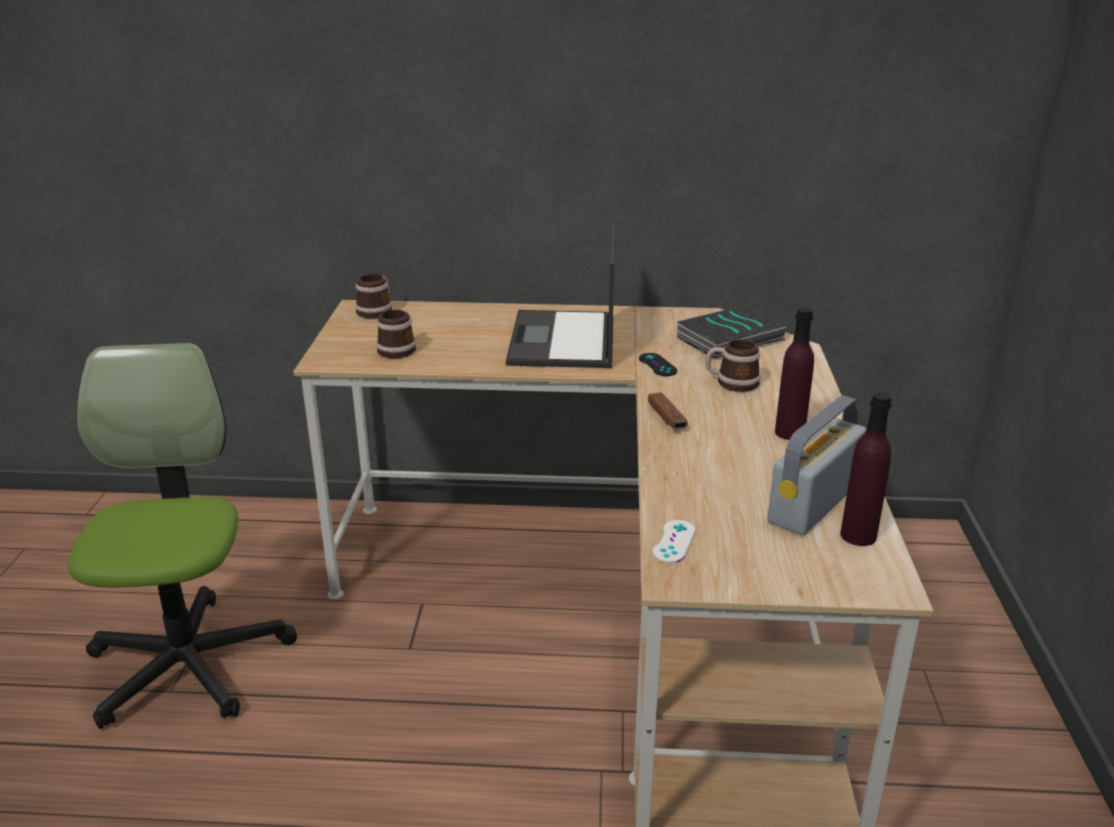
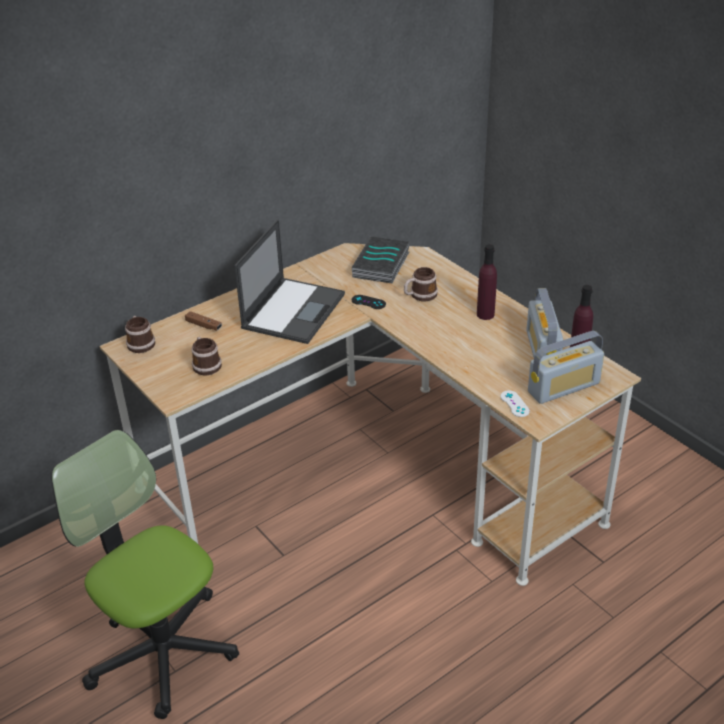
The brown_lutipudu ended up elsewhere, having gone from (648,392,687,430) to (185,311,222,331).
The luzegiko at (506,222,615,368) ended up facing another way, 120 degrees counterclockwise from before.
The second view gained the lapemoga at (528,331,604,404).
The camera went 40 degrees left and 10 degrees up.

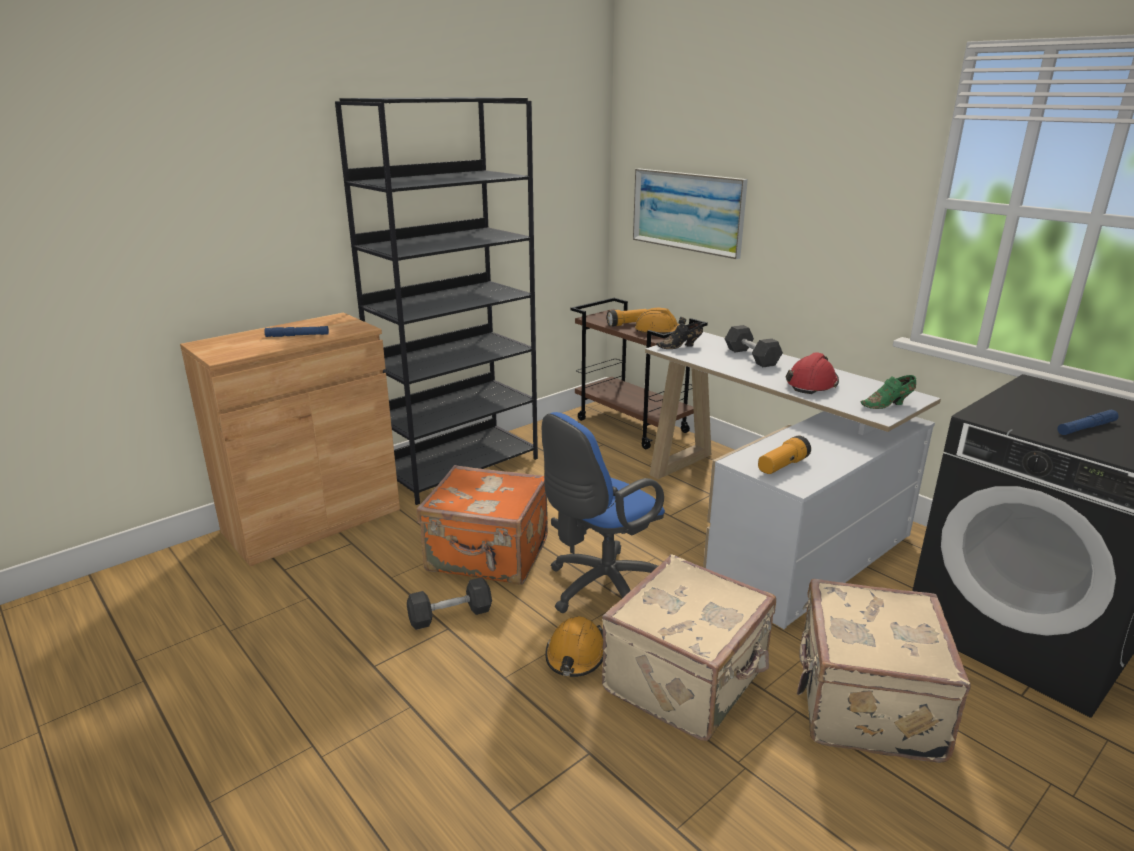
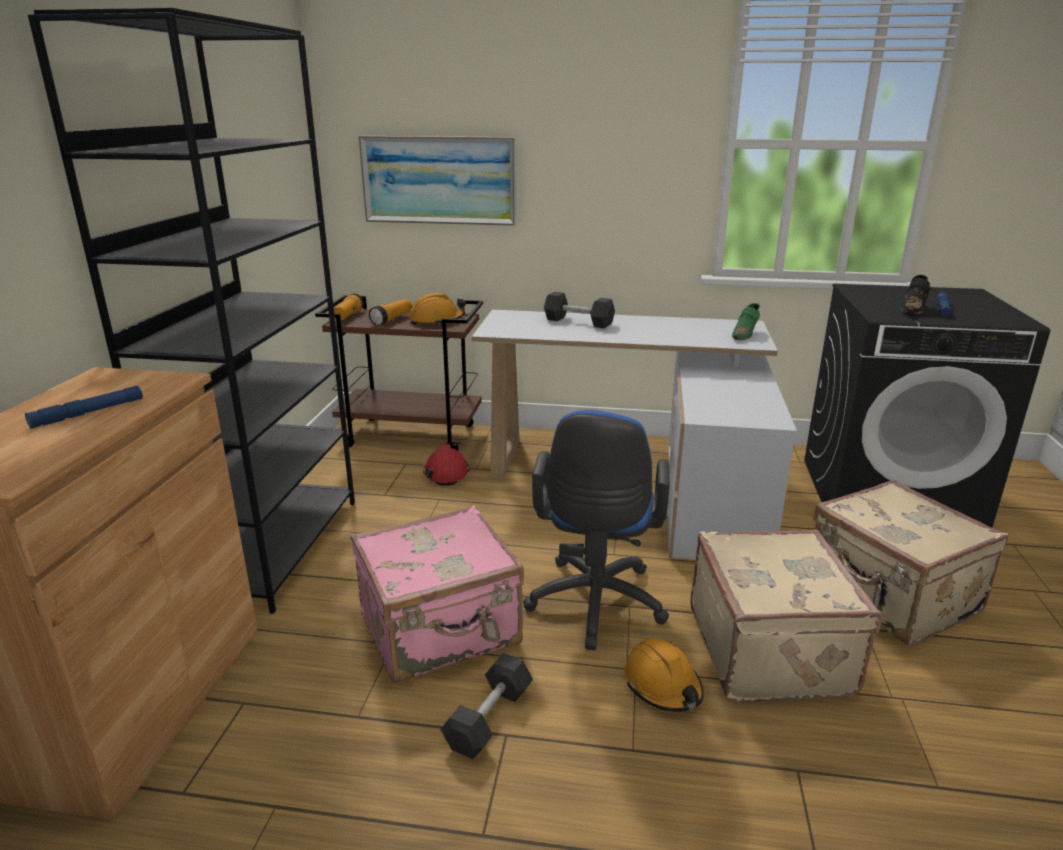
The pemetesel ended up elsewhere, having gone from (758,436,811,474) to (334,293,364,321).
What was the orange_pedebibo at (417,465,548,585) turned into the pink_pedebibo at (351,505,524,683).
The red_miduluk ended up elsewhere, having gone from (786,352,839,394) to (423,443,470,486).
The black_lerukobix ended up elsewhere, having gone from (656,322,703,349) to (901,275,931,315).
The camera went 40 degrees left and 0 degrees up.

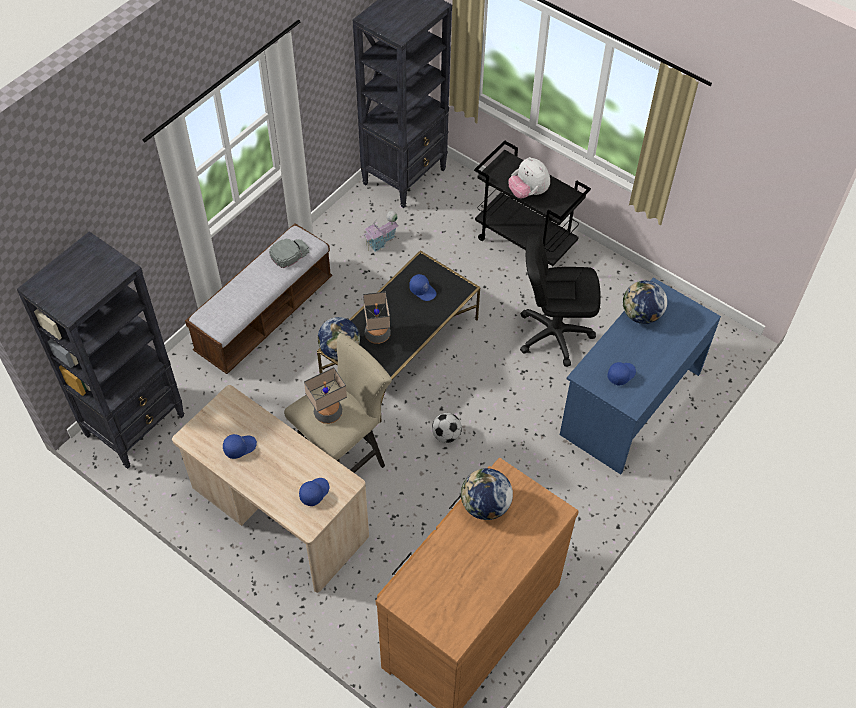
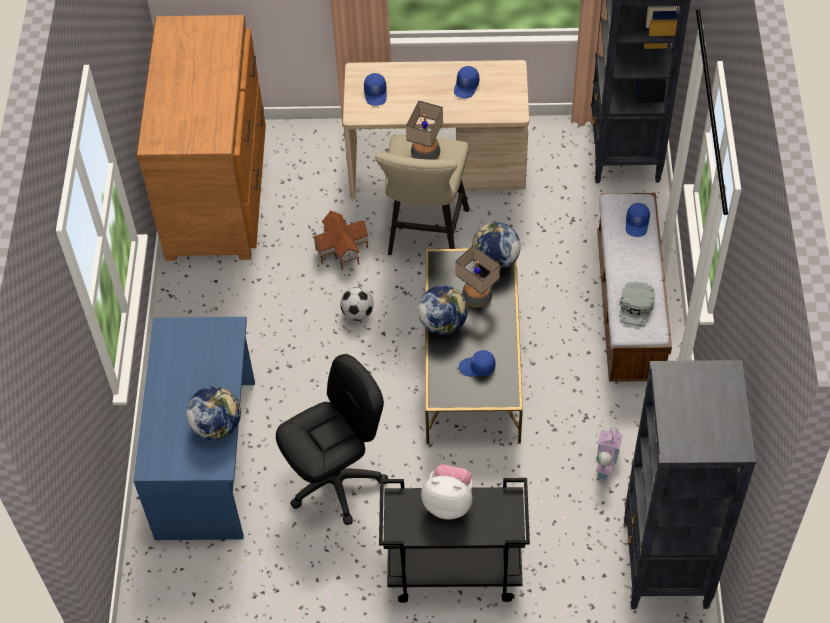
The second view gained the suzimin at (312,211,369,270).
The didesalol ended up elsewhere, having gone from (461,468,513,520) to (418,285,468,335).
The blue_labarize ended up elsewhere, having gone from (607,362,636,385) to (626,203,650,237).
The camera went 145 degrees right and 0 degrees up.

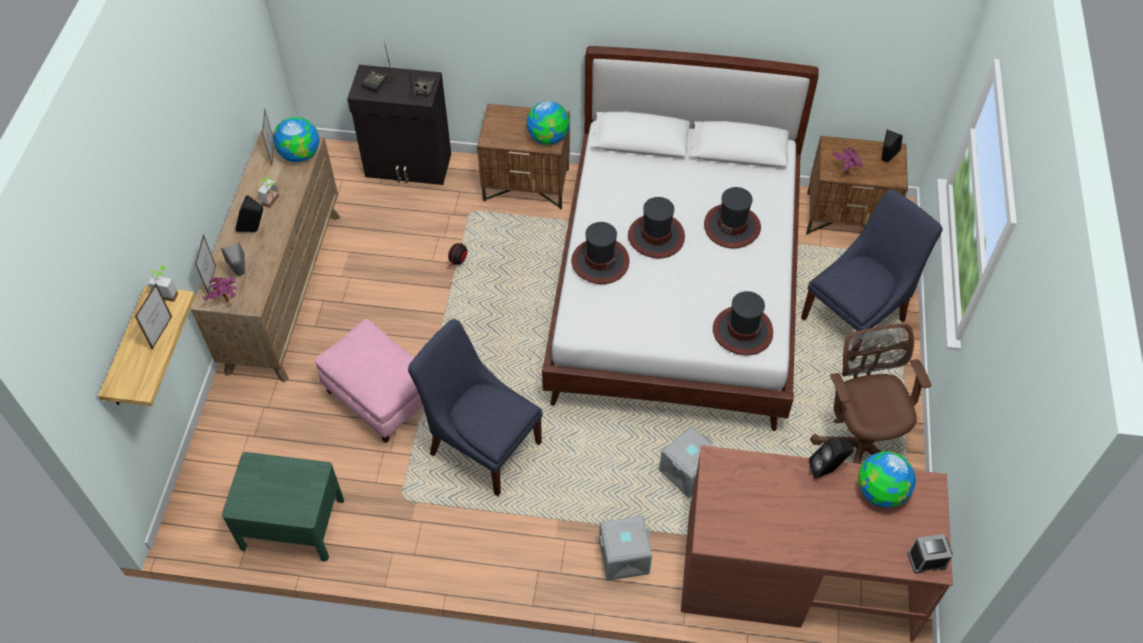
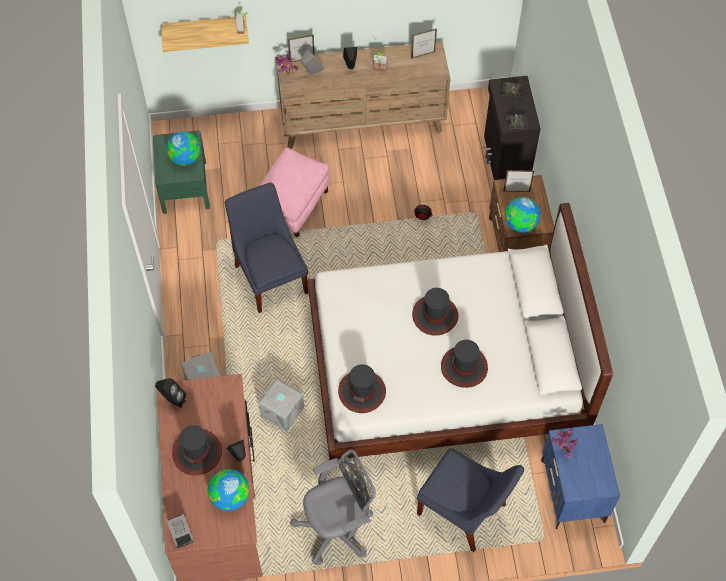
The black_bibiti ended up elsewhere, having gone from (881,129,903,162) to (155,378,186,408).
The didesalol ended up elsewhere, having gone from (273,117,319,162) to (166,131,201,166).
The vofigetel ended up elsewhere, having gone from (571,222,630,284) to (172,425,222,476).
The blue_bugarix at (408,319,542,496) ended up facing another way, 45 degrees counterclockwise from before.
What was the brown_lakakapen at (810,324,932,464) turned into the grey_lakakapen at (290,449,376,565).
The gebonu ended up elsewhere, having gone from (135,283,172,349) to (503,170,534,192).
What was the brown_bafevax at (806,136,908,235) turned into the blue_bafevax at (541,424,620,529).
The camera went 75 degrees right and 5 degrees up.

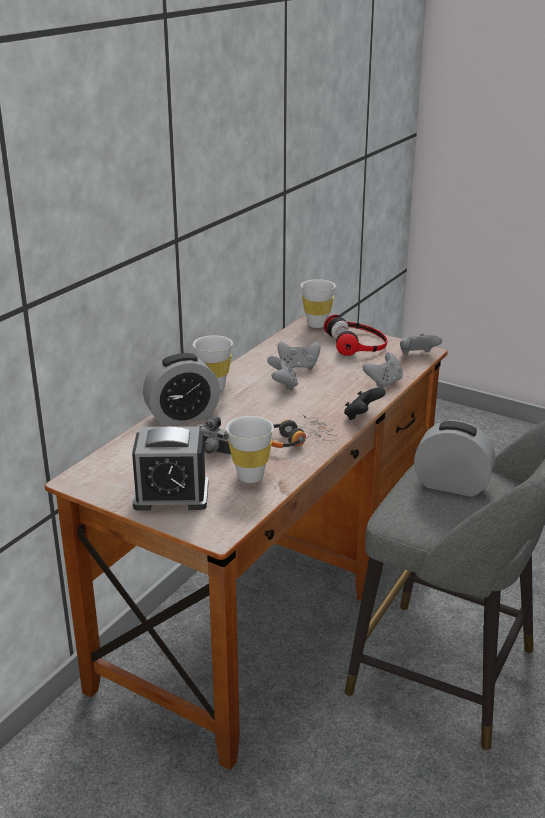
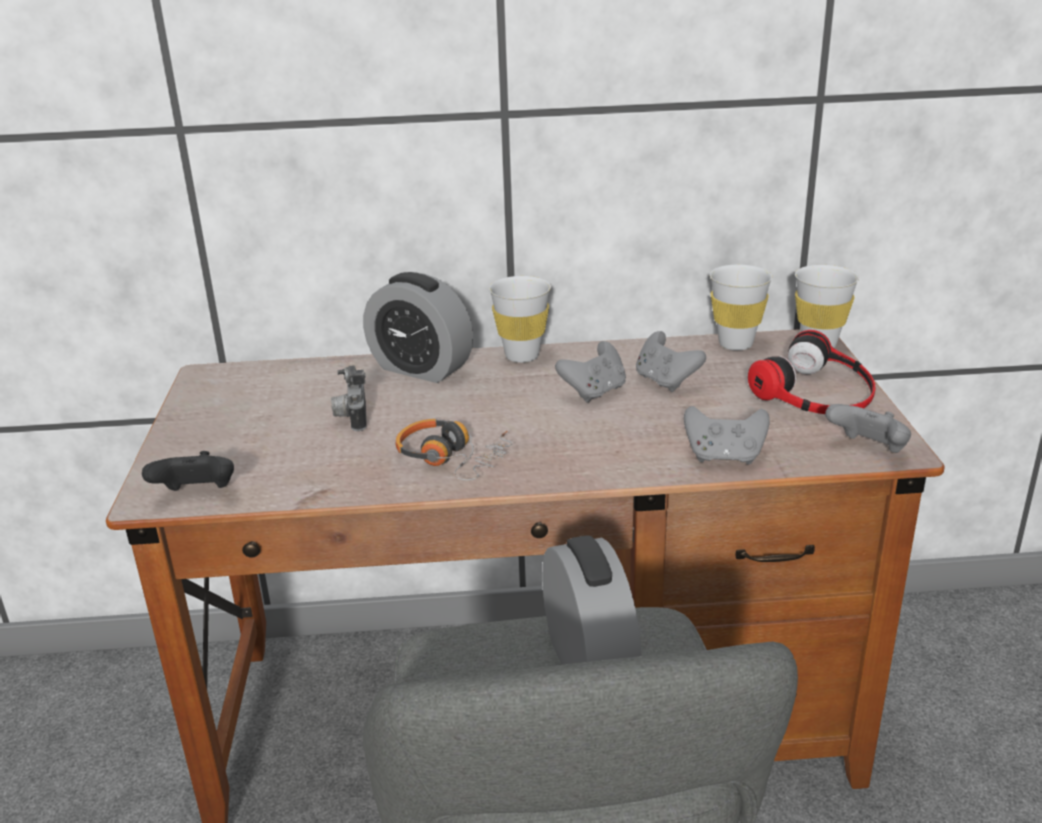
The black_lutipudu ended up elsewhere, having gone from (344,387,386,420) to (142,451,234,491).
The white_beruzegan ended up elsewhere, having gone from (226,416,274,483) to (710,265,772,351).
The second view lost the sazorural at (132,426,208,511).
The camera went 55 degrees right and 0 degrees up.

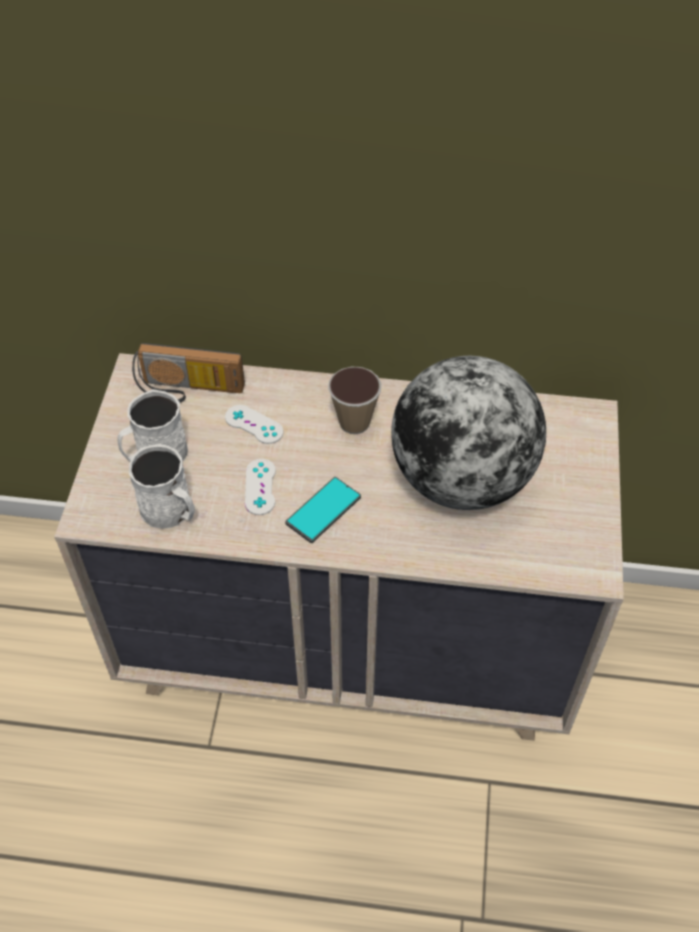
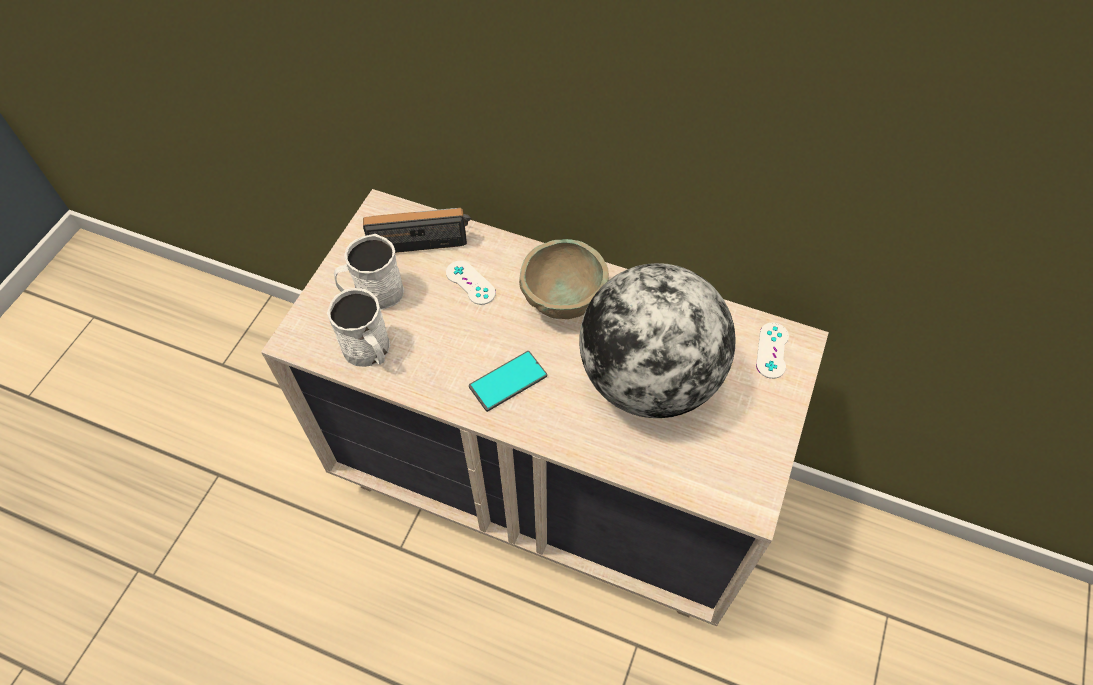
The lapemoga at (132,343,245,403) ended up facing another way, 150 degrees clockwise from before.
Where the beruzegan stood at (328,367,381,434), the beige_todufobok came to stand at (519,239,609,319).
The white_lutipudu ended up elsewhere, having gone from (245,459,276,515) to (756,322,789,379).
The camera went 15 degrees right and 5 degrees up.

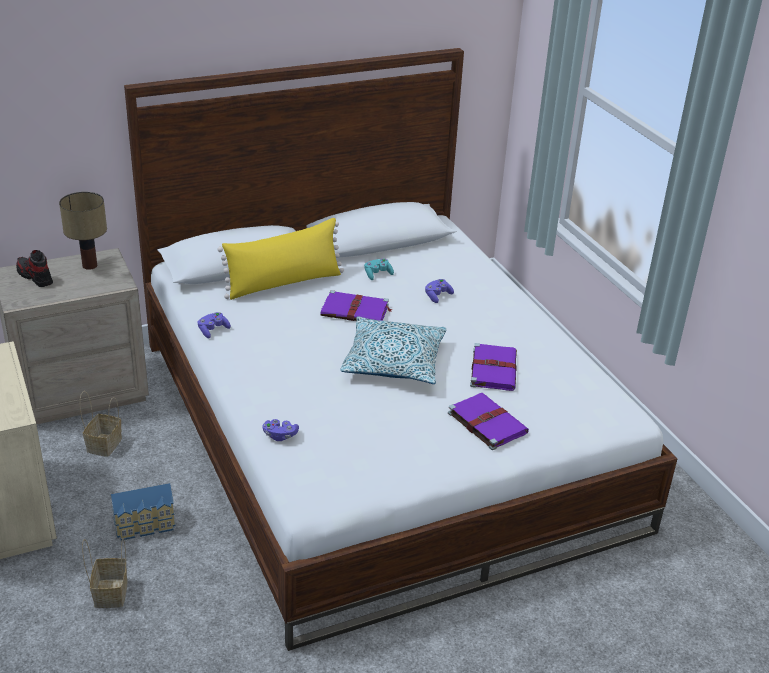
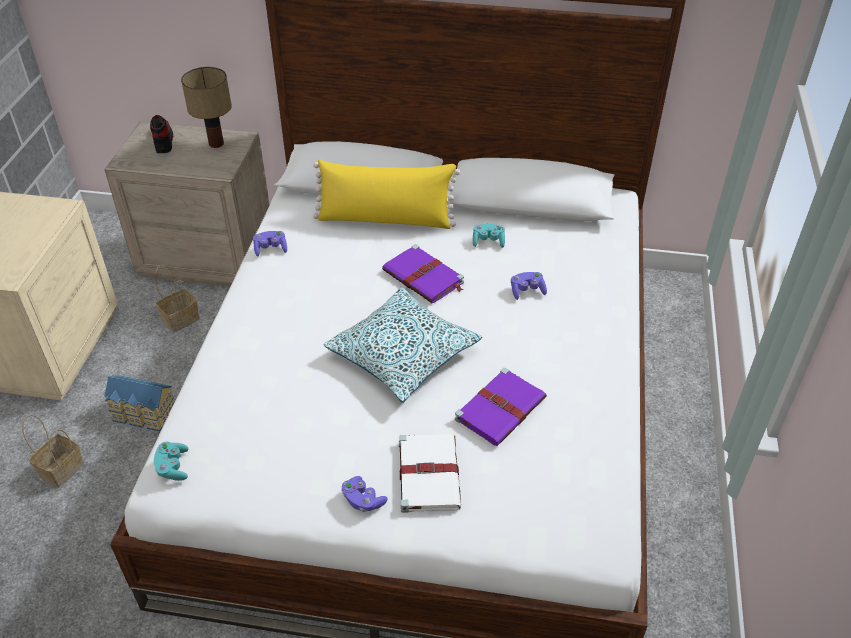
The second view gained the turquoise_lutipudu at (154,442,189,481).
The purple_lutipudu ended up elsewhere, having gone from (262,419,299,441) to (342,476,388,512).
What was the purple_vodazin at (448,393,529,450) turned into the white_vodazin at (399,434,461,513).
The camera went 35 degrees right and 10 degrees up.

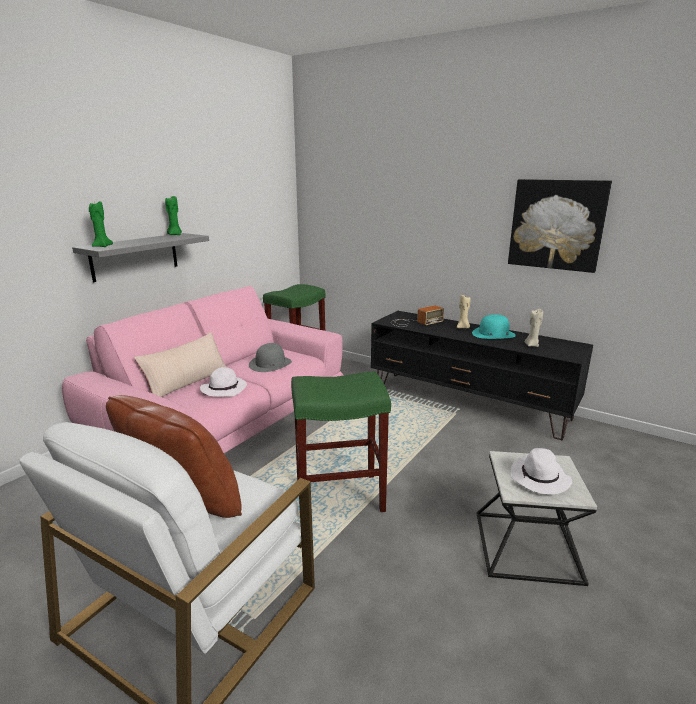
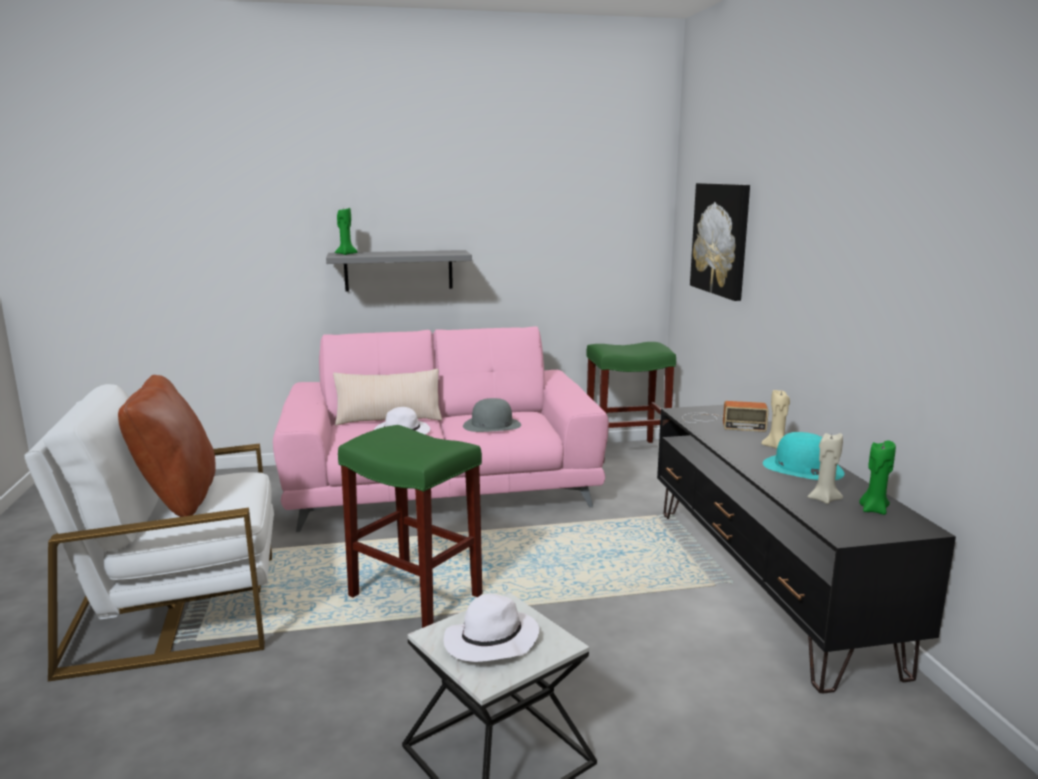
The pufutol ended up elsewhere, having gone from (508,179,612,273) to (690,183,750,301).
The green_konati ended up elsewhere, having gone from (165,196,182,235) to (859,440,896,515).
The camera went 45 degrees right and 5 degrees down.

